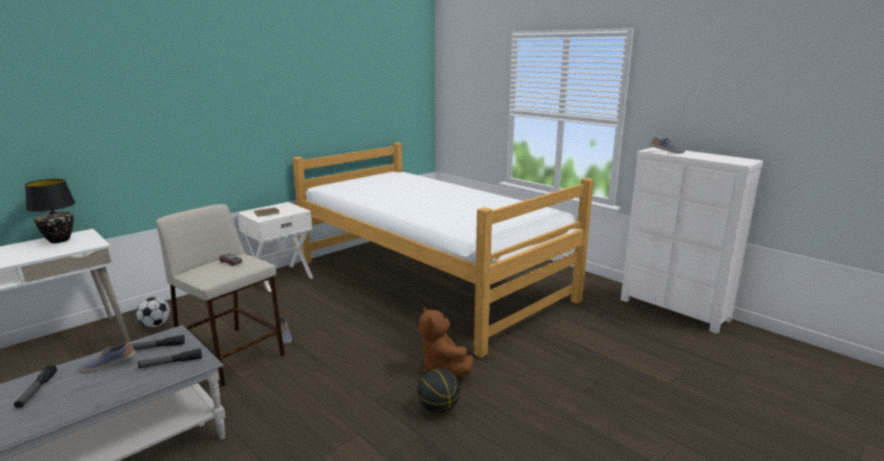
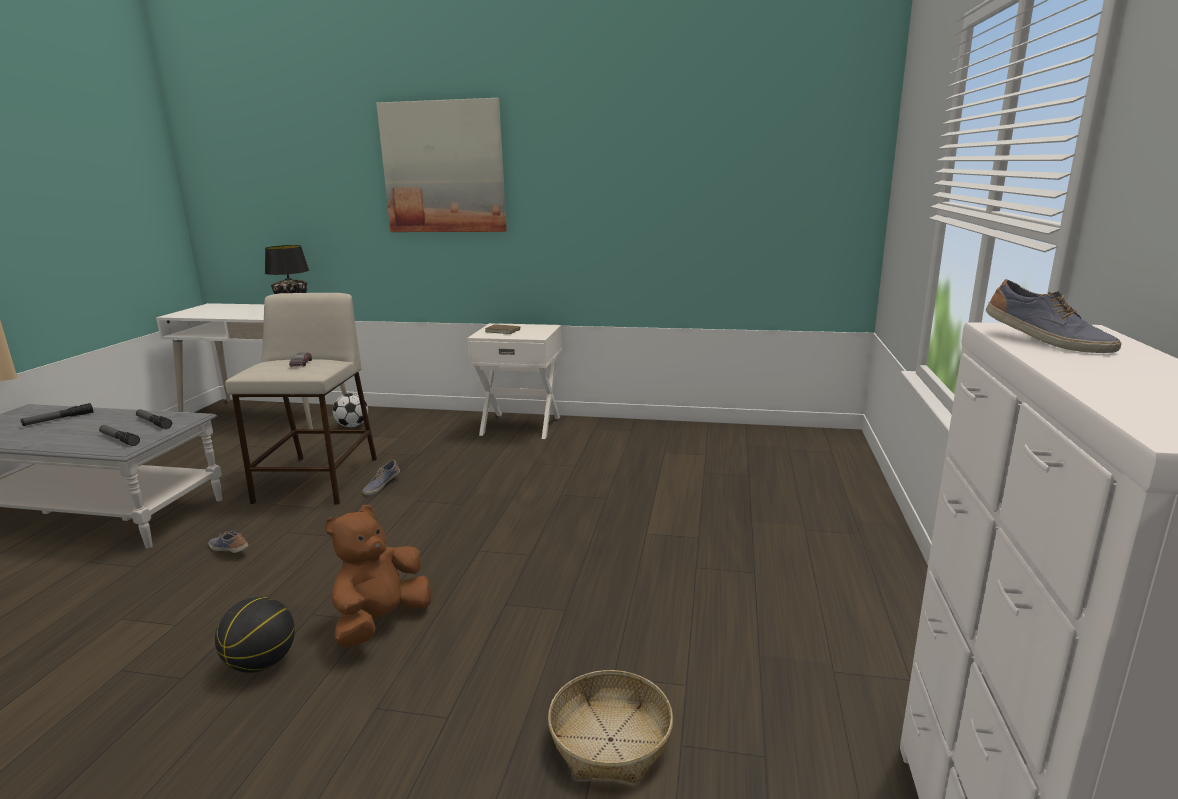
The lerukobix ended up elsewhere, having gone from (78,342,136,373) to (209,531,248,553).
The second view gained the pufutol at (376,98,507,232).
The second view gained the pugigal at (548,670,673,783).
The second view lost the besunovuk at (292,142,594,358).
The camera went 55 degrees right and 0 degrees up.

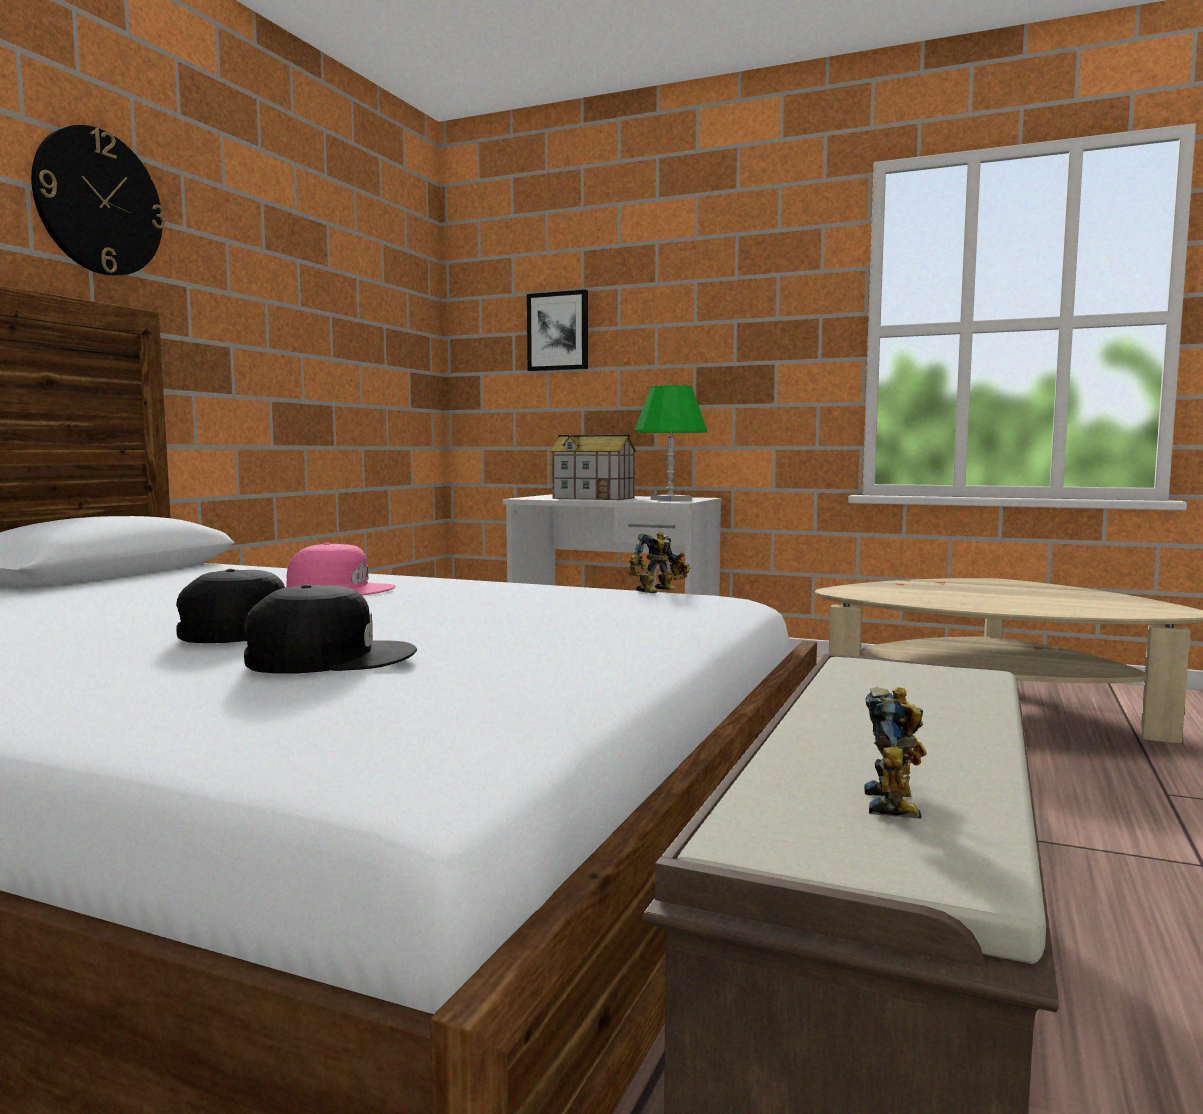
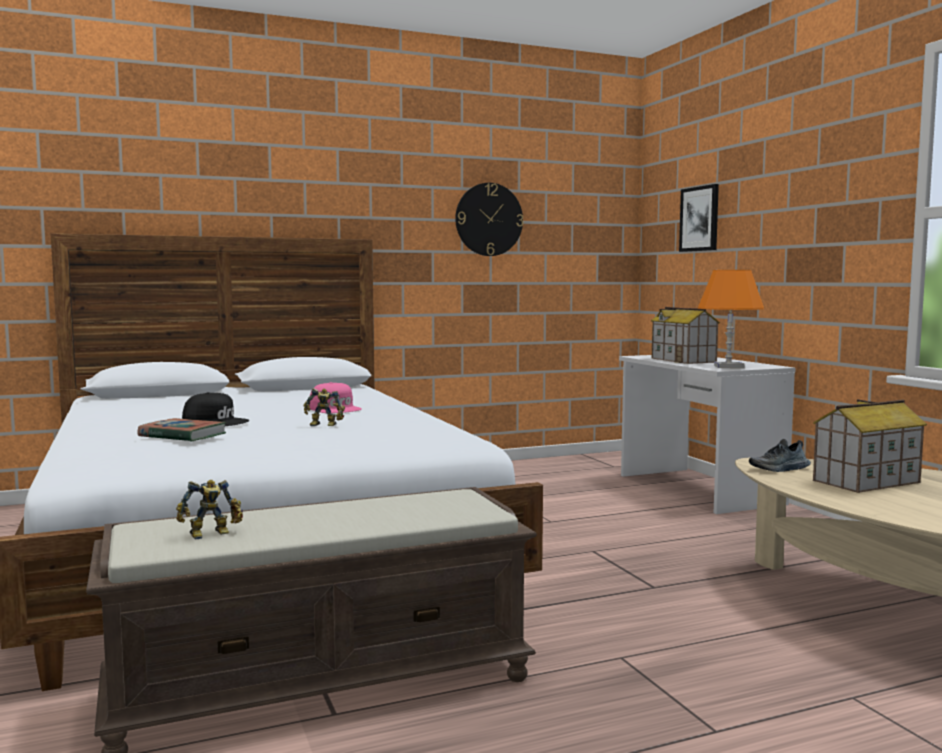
Where the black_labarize stood at (244,585,417,674), the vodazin came to stand at (138,418,226,442).
The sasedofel ended up elsewhere, having gone from (629,532,690,593) to (303,388,345,426).
The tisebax ended up elsewhere, having gone from (31,125,165,276) to (455,183,524,256).
What was the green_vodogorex at (634,385,707,501) turned into the orange_vodogorex at (698,270,764,368).
The second view gained the lerukobix at (749,439,811,472).
The second view gained the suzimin at (813,399,927,493).
The camera went 45 degrees right and 0 degrees up.

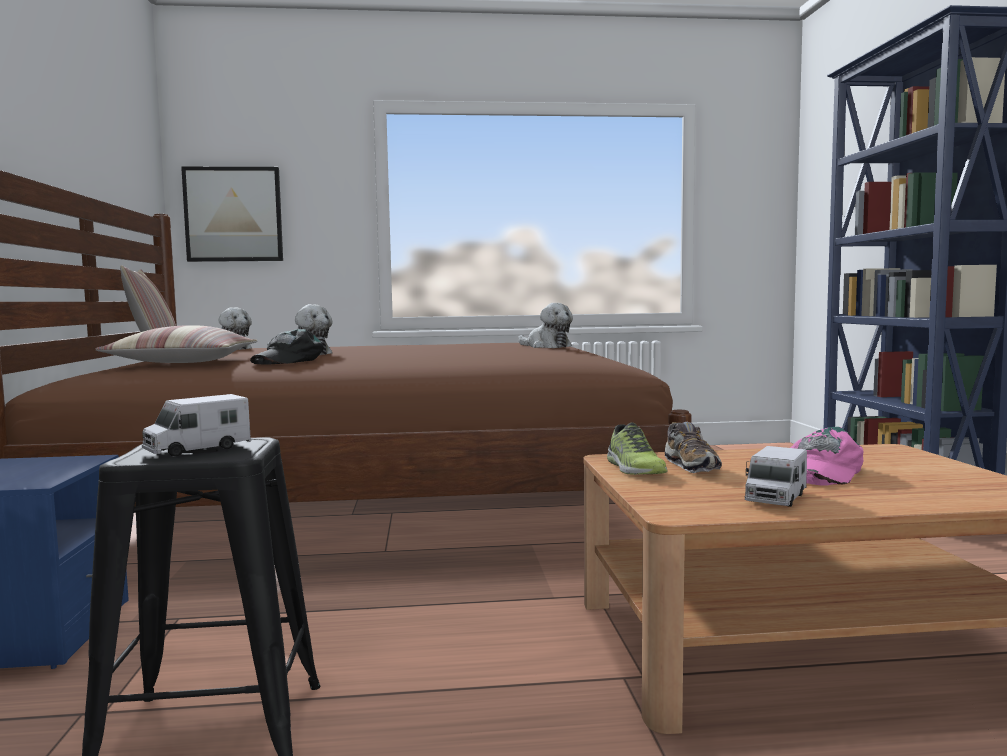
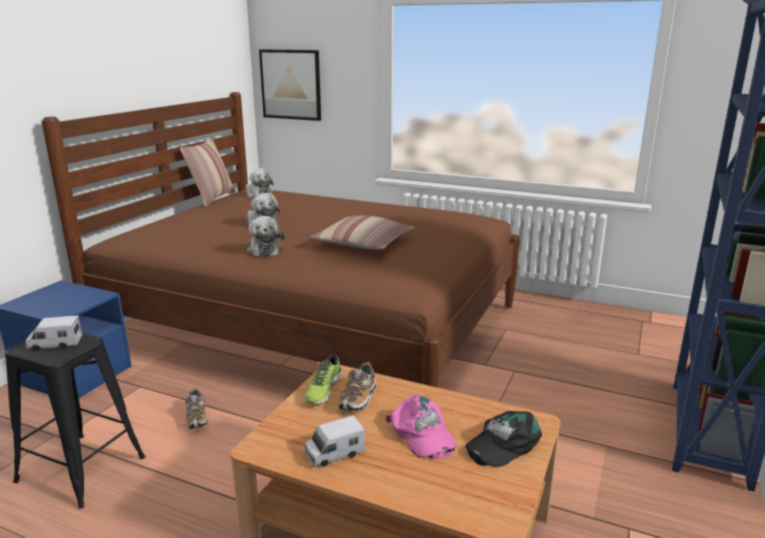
The second view gained the lerukobix at (185,388,208,430).
The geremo ended up elsewhere, having gone from (518,303,573,348) to (247,216,285,257).
The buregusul ended up elsewhere, having gone from (95,325,258,363) to (310,216,415,250).
The pink_labarize at (790,427,864,486) ended up facing another way, 90 degrees counterclockwise from before.
The black_labarize ended up elsewhere, having gone from (250,329,324,365) to (465,411,542,467).
The camera went 30 degrees right and 15 degrees up.

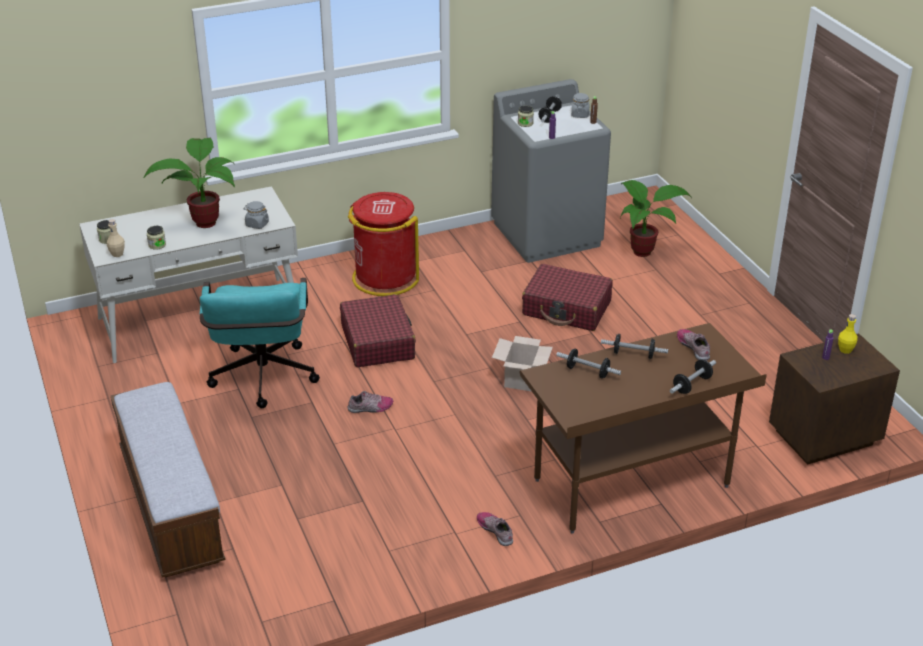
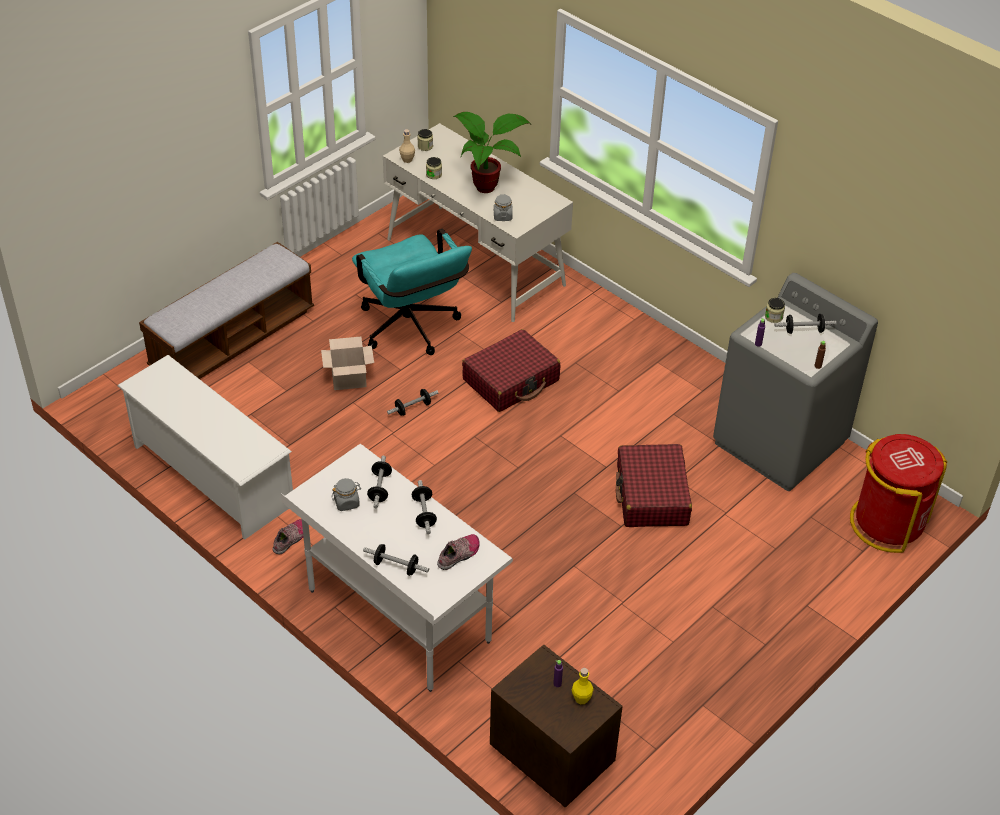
The second view gained the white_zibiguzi at (117,355,293,540).
What was the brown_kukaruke at (520,323,767,534) turned into the white_kukaruke at (281,444,513,692).
The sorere ended up elsewhere, having gone from (492,336,553,391) to (321,337,374,390).
The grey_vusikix ended up elsewhere, having gone from (571,93,590,118) to (332,478,361,511).
The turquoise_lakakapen at (200,278,320,408) ended up facing another way, 90 degrees counterclockwise from before.
Where the lerukobix stood at (348,391,393,413), the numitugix came to stand at (387,389,438,416).
The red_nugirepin ended up elsewhere, having gone from (348,192,419,296) to (850,434,947,553).
The second view lost the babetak at (620,180,692,257).
The camera went 65 degrees right and 10 degrees up.

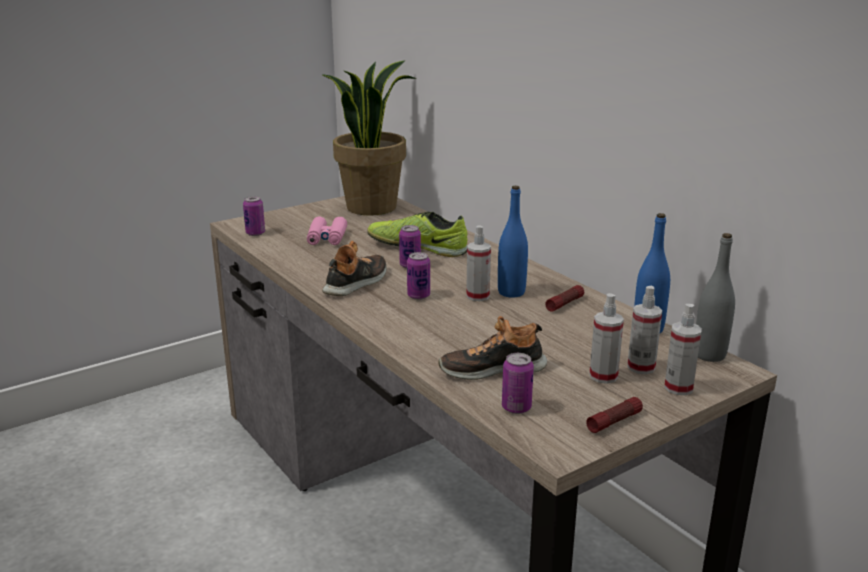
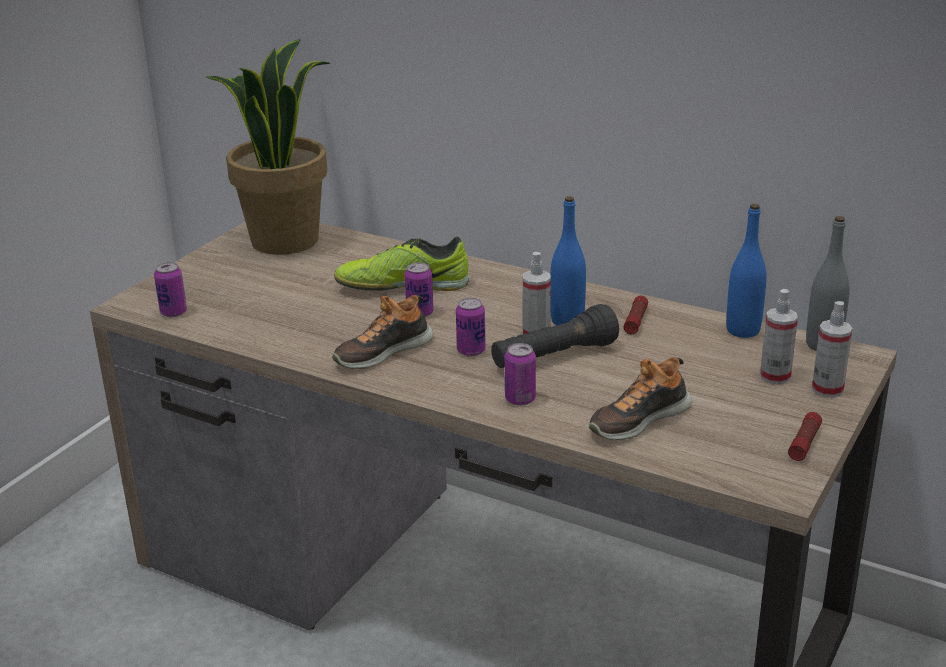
The lerukobix at (322,241,387,296) ended up facing another way, 135 degrees counterclockwise from before.
The second view gained the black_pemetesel at (491,304,619,368).
The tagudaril ended up elsewhere, having gone from (502,353,534,414) to (505,343,536,406).
The second view lost the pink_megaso at (307,217,347,245).
The second view lost the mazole at (589,293,624,384).
The camera went 25 degrees left and 5 degrees up.

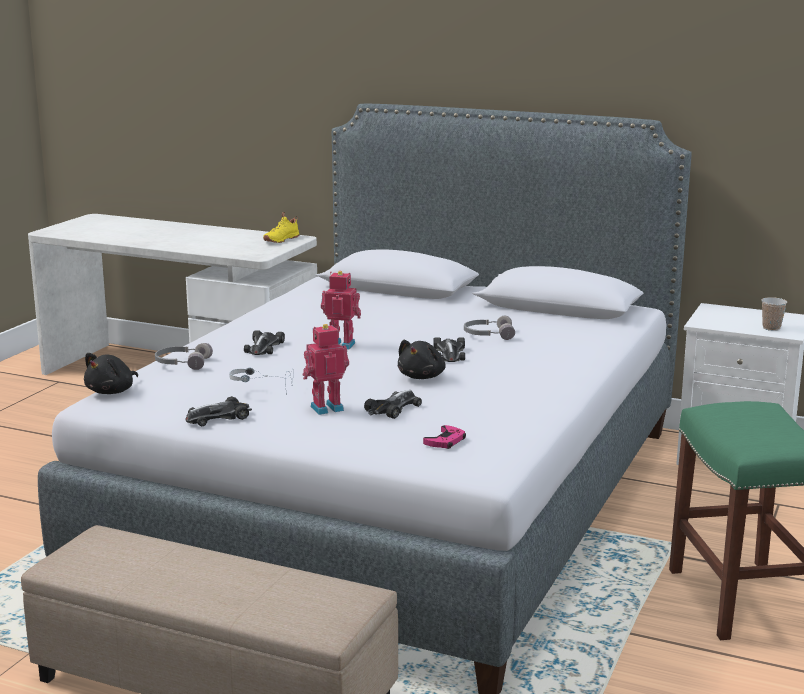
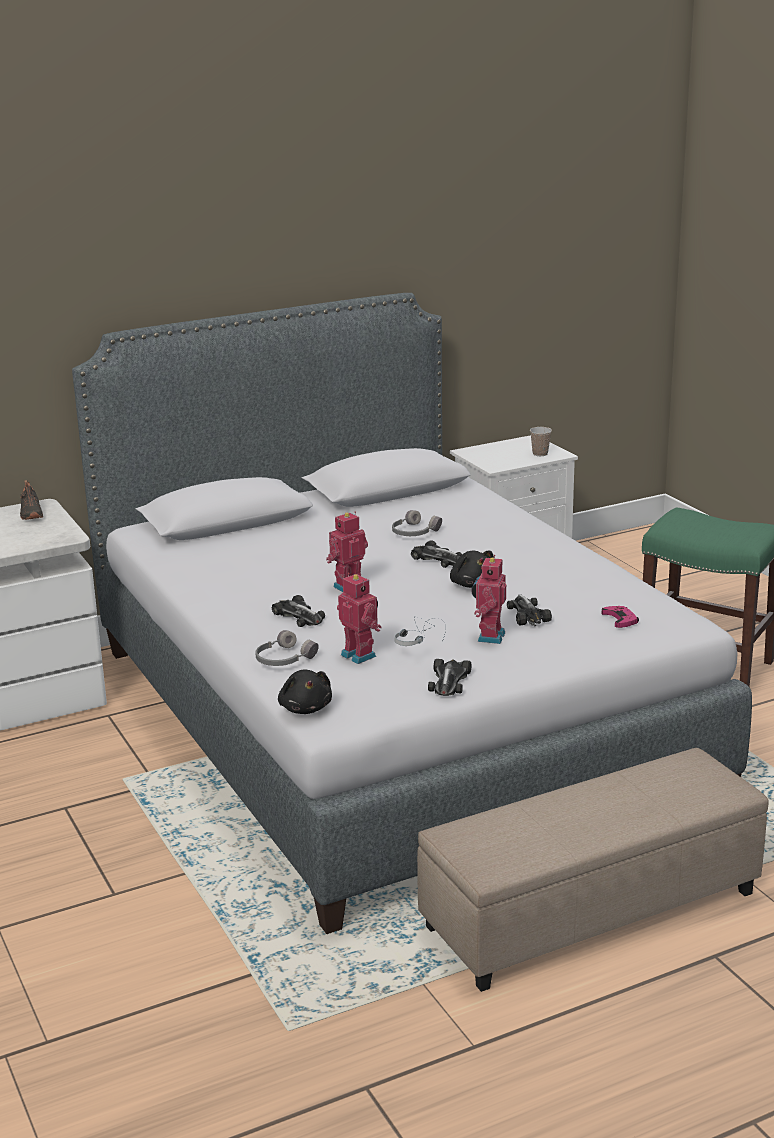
What was the yellow_lerukobix at (263,212,299,243) turned into the black_lerukobix at (20,480,43,520).
The second view gained the sasedofel at (337,573,381,664).
The camera went 50 degrees left and 5 degrees up.

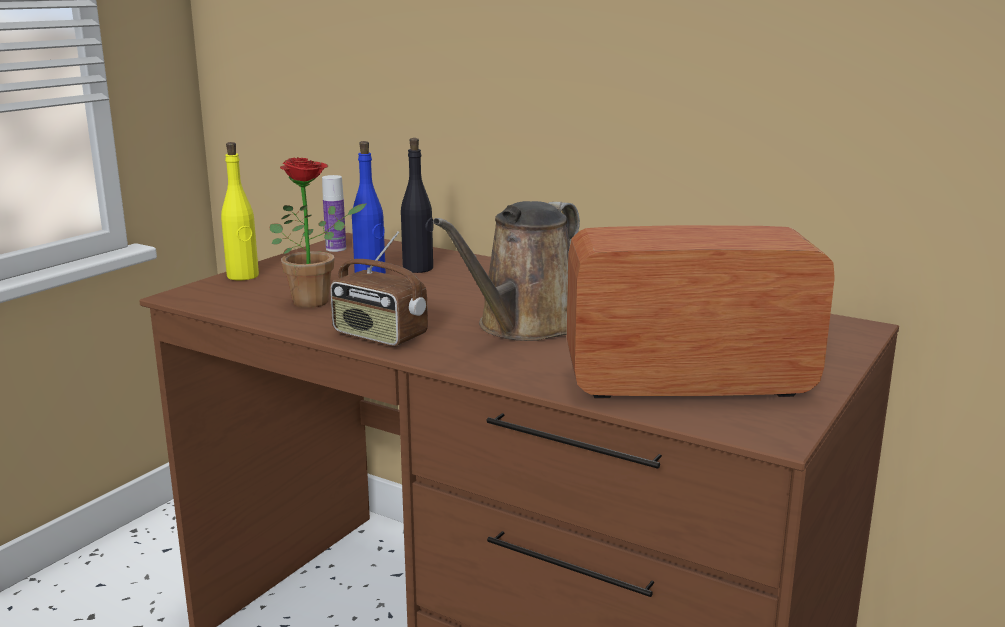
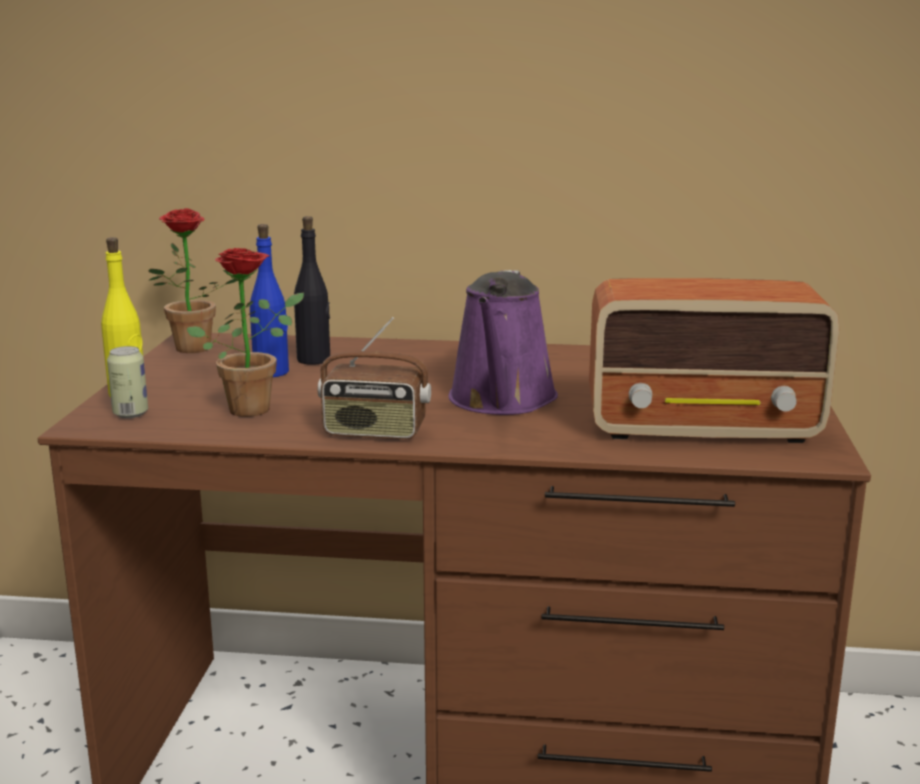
The second view gained the tagudaril at (107,346,148,418).
Where the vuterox stood at (322,175,346,252), the babetak came to stand at (148,208,238,353).
What was the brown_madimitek at (433,201,580,341) turned into the purple_madimitek at (448,270,558,415).
The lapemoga at (566,225,835,399) ended up facing another way, 150 degrees counterclockwise from before.
The camera went 25 degrees left and 0 degrees up.

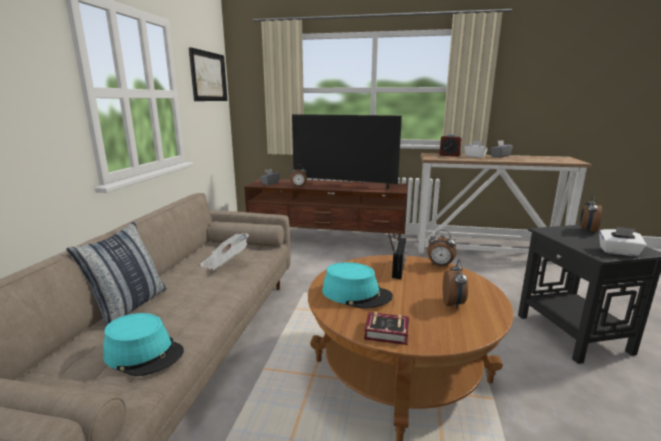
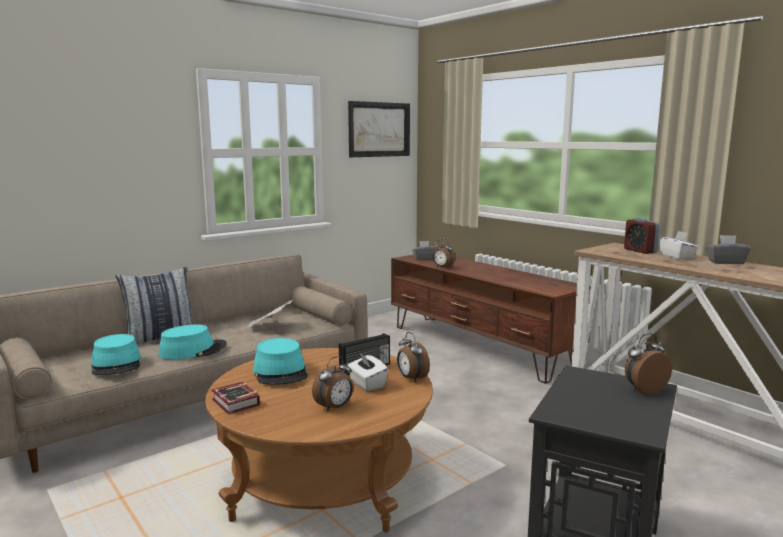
The second view gained the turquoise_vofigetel at (158,324,227,360).
The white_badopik ended up elsewhere, having gone from (599,227,647,256) to (348,353,388,391).
The second view lost the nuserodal at (292,114,402,191).
The camera went 40 degrees right and 5 degrees down.

